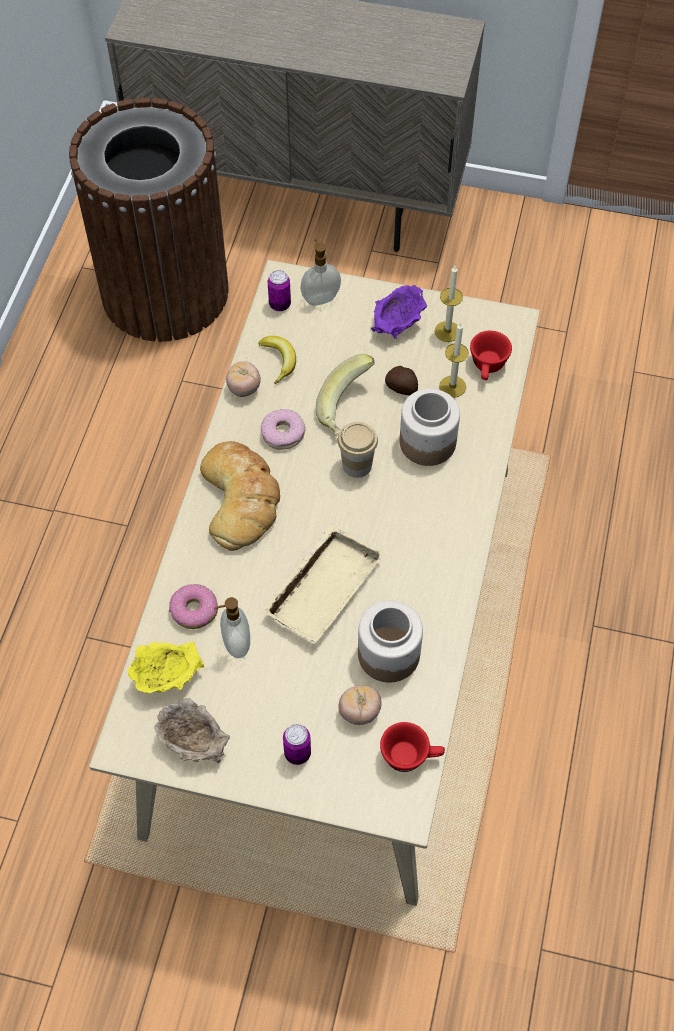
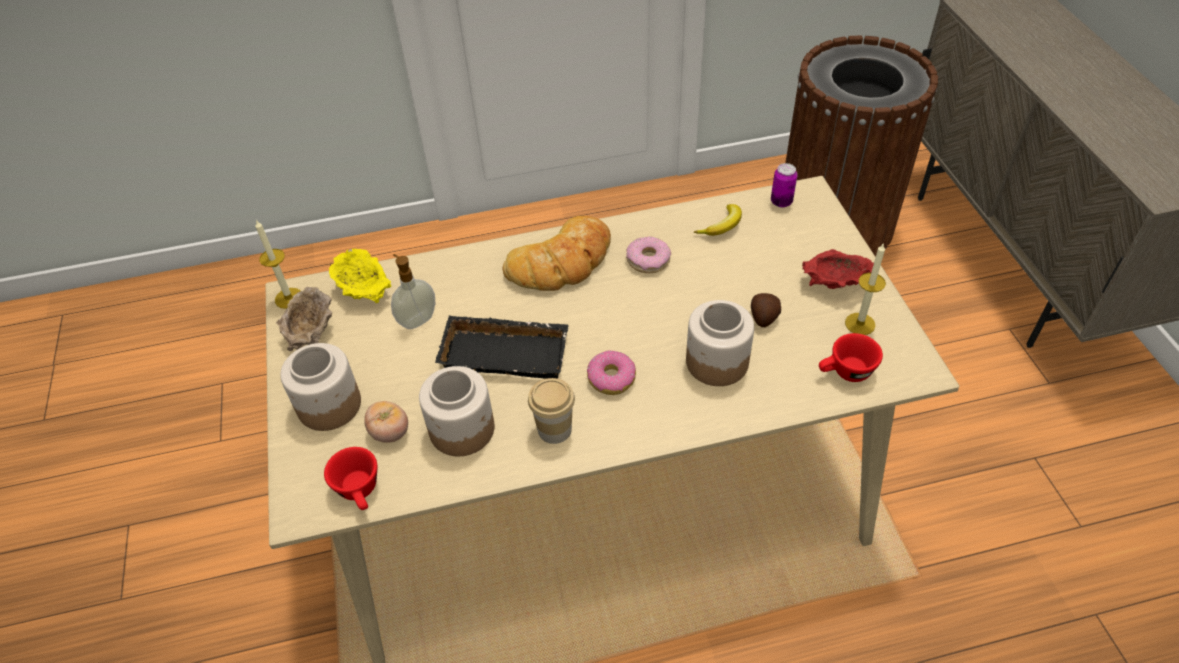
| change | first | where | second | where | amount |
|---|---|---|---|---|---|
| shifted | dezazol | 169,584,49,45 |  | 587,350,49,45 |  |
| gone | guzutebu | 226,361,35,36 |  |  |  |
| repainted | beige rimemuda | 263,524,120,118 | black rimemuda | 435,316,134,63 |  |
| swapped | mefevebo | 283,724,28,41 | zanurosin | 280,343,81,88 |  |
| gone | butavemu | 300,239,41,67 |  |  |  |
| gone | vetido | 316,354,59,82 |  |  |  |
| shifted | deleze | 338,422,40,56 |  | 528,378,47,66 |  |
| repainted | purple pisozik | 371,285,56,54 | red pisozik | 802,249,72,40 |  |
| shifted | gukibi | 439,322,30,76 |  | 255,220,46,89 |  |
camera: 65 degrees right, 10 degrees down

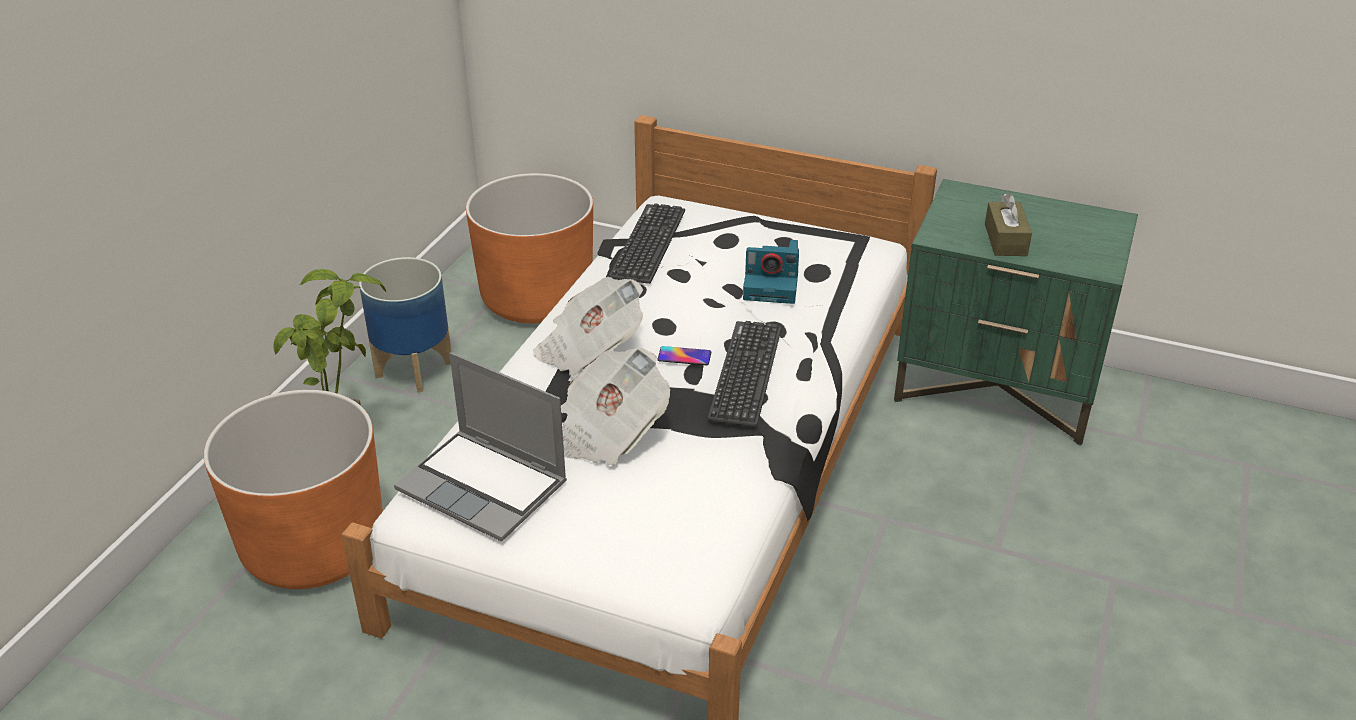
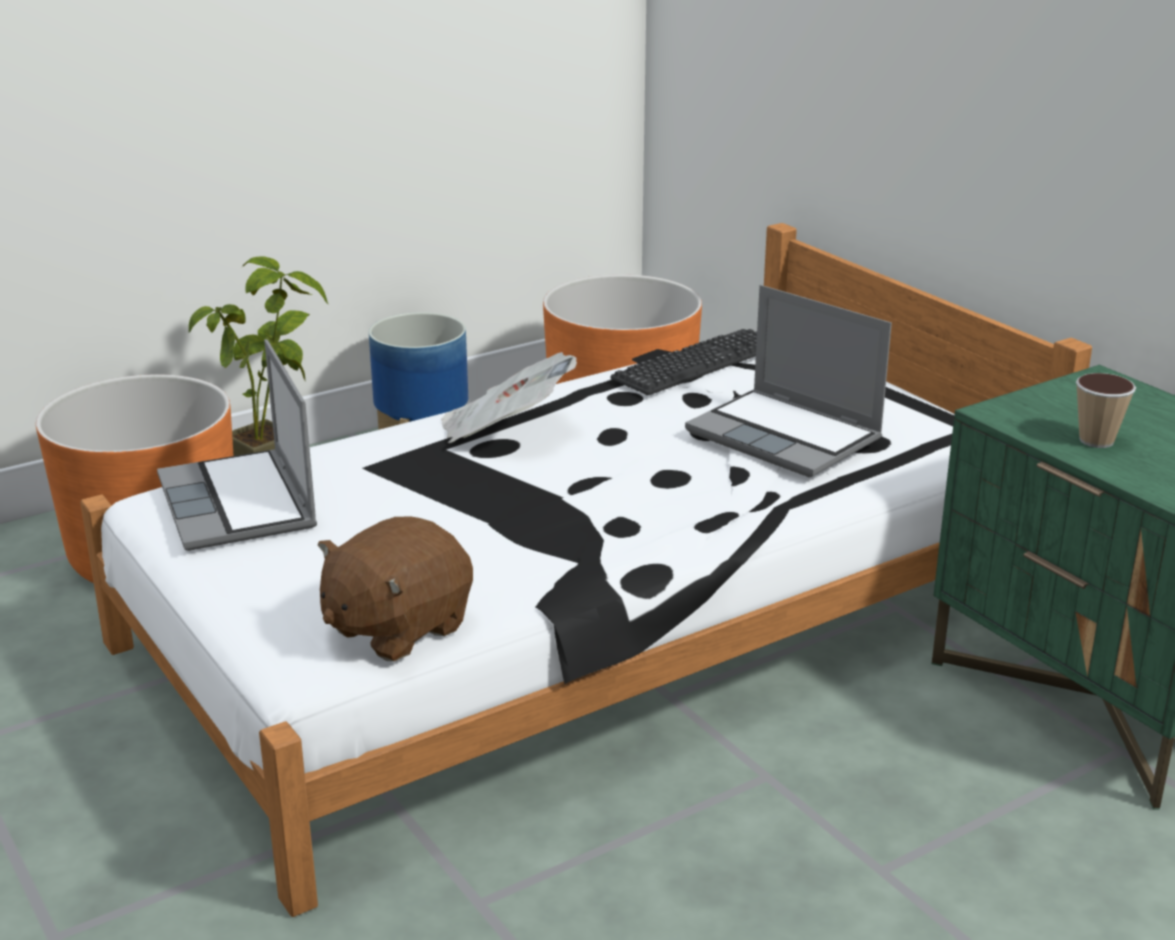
| change | first | where | second | where | amount |
|---|---|---|---|---|---|
| gone | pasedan | 561,348,109,117 |  |  |  |
| gone | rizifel | 657,346,54,20 |  |  |  |
| gone | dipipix | 707,321,74,106 |  |  |  |
| swapped | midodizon | 743,240,56,64 | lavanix | 685,285,207,193 |  |
| swapped | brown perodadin | 985,193,47,63 | deleze | 1076,373,60,75 |  |
| new |  |  | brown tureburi | 318,517,155,145 |  |
camera: 35 degrees right, 10 degrees down

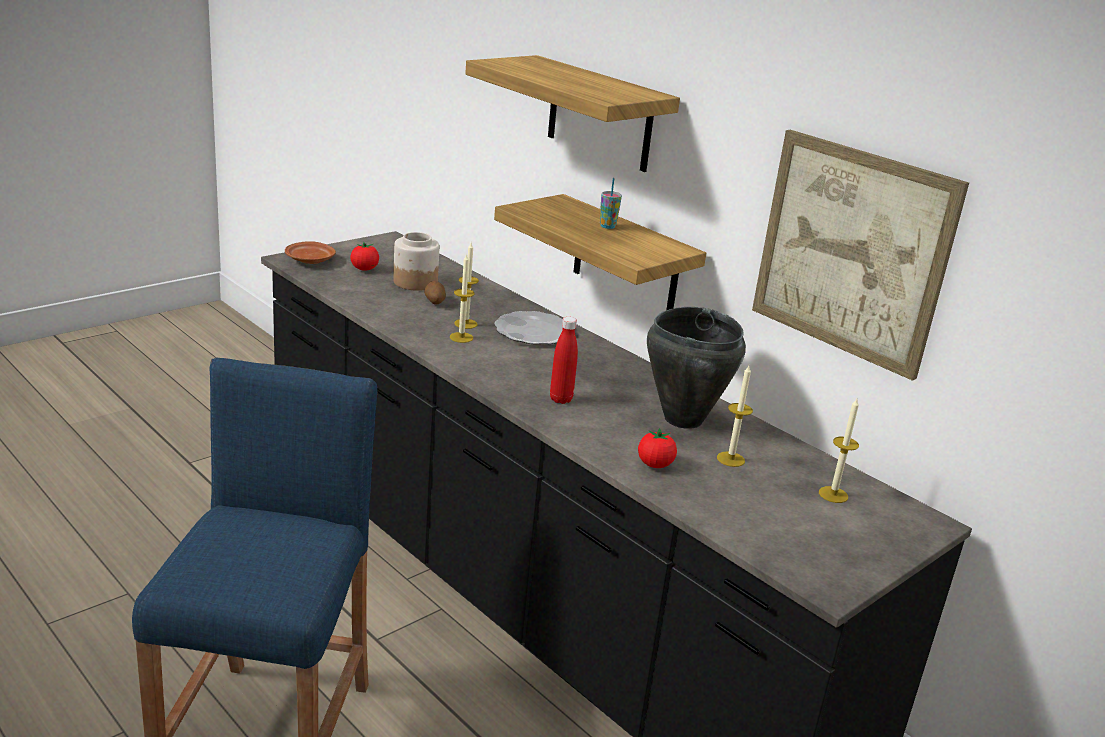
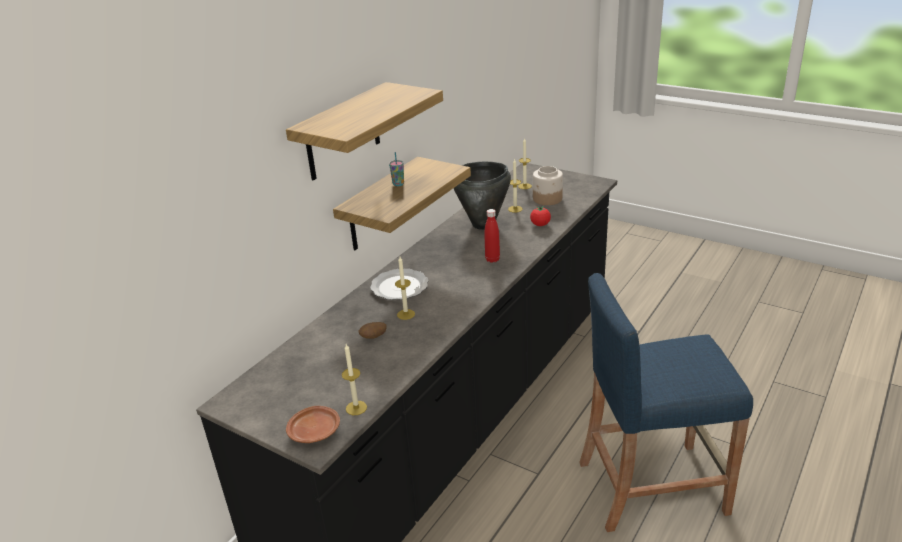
| change | first | where | second | where | amount |
|---|---|---|---|---|---|
| gone | guzutebu | 350,242,29,29 |  |  |  |
| shifted | zanurosin | 393,232,47,59 |  | 533,166,30,39 |  |
| shifted | gukibi | 450,254,25,89 |  | 342,344,25,71 |  |
| gone | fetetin | 752,130,217,251 |  |  |  |
camera: 100 degrees left, 5 degrees up

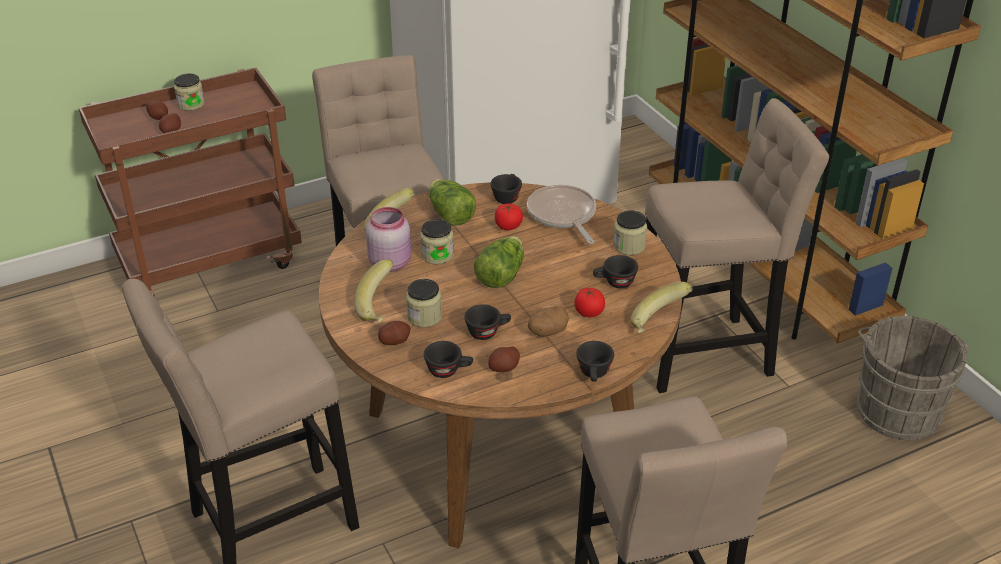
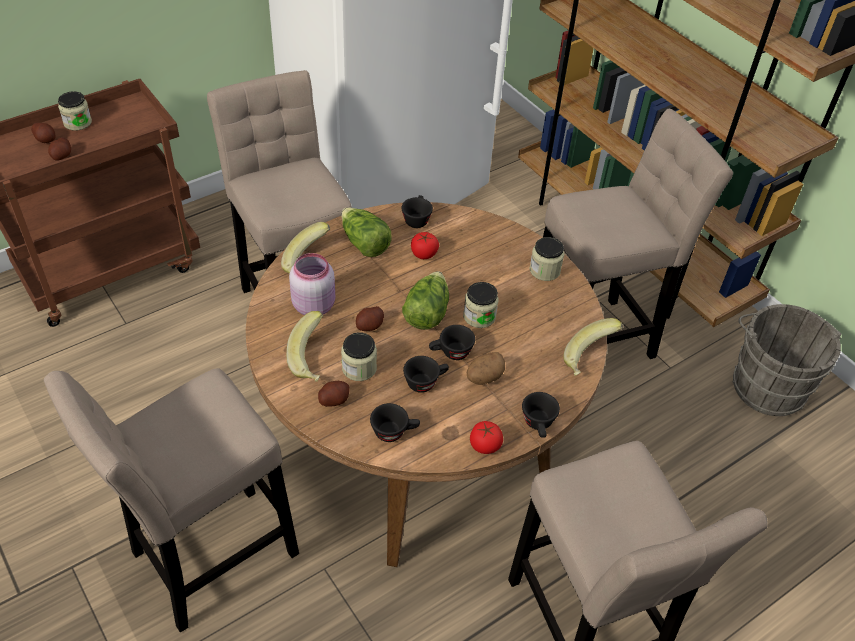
| change | first | where | second | where | amount |
|---|---|---|---|---|---|
| shifted | zanurosin | 420,219,34,45 |  | 463,282,36,46 |  |
| shifted | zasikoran | 488,347,32,25 |  | 356,306,28,25 |  |
| gone | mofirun | 527,185,69,59 |  |  |  |
| shifted | guzutebu | 574,288,31,29 |  | 470,421,33,33 |  |
| shifted | black deleze | 593,255,45,33 |  | 429,325,46,35 |  |
camera: 10 degrees left, 10 degrees up

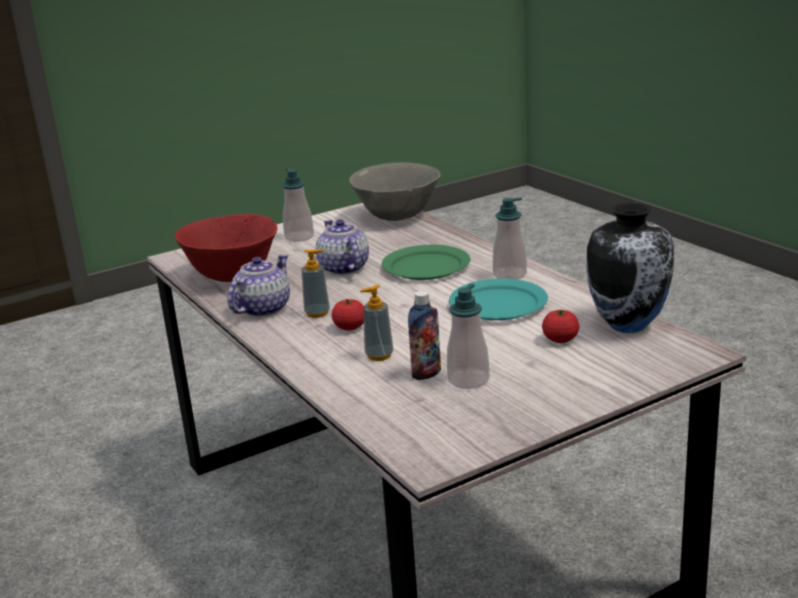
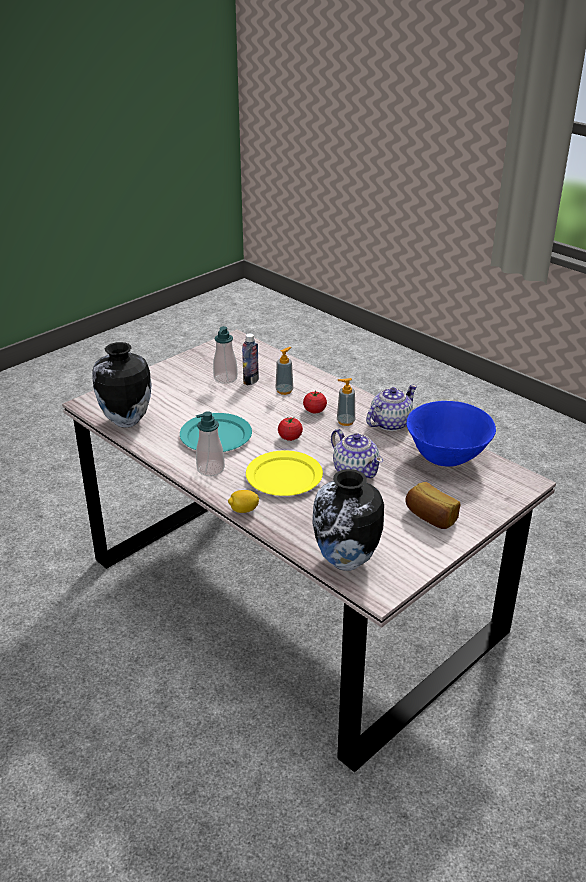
| change | first | where | second | where | amount |
|---|---|---|---|---|---|
| repainted | red pisozik | 175,213,103,69 | blue pisozik | 406,401,90,66 |  |
| rotated | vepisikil | 227,254,63,63 |  | 366,385,51,46 | 150 degrees counterclockwise |
| swapped | butavemu | 282,168,32,74 | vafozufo | 405,482,55,47 |  |
| swapped | grey pisozik | 349,162,92,59 | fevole | 312,469,72,102 |  |
| repainted | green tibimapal | 382,245,88,35 | yellow tibimapal | 246,450,77,46 |  |
| shifted | guzutebu | 542,310,37,33 |  | 278,417,25,24 |  |
| new |  |  | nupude | 228,490,31,23 |  |
camera: 165 degrees right, 10 degrees up

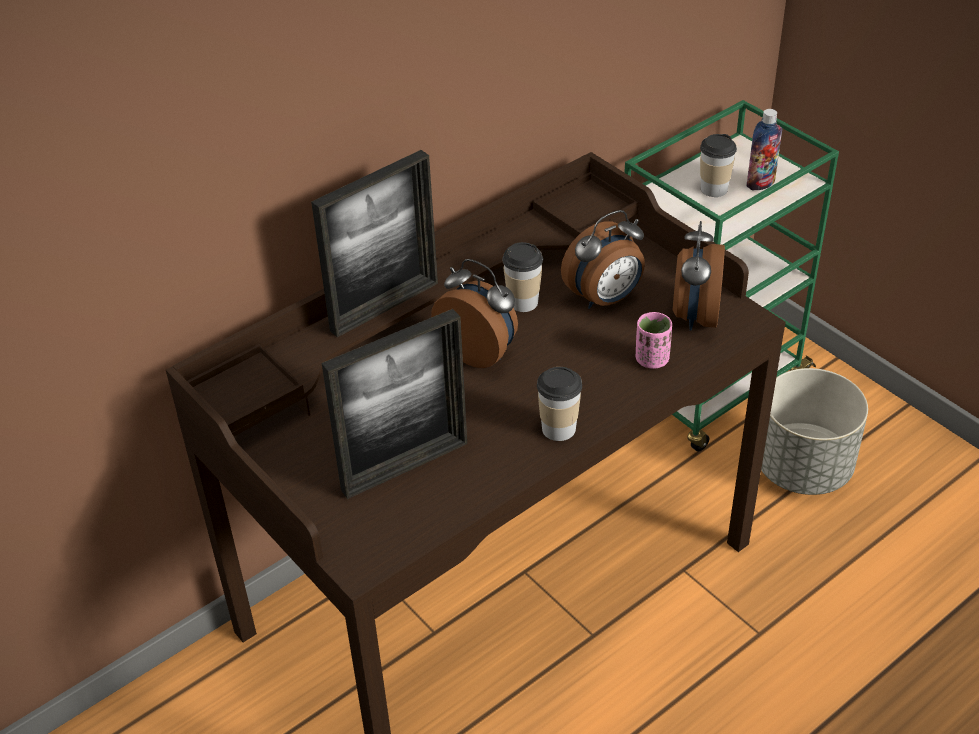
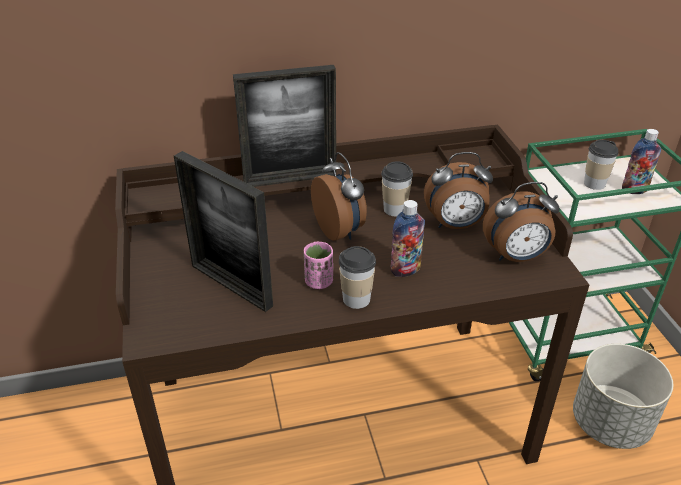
| change | first | where | second | where | amount |
|---|---|---|---|---|---|
| rotated | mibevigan | 322,309,145,190 |  | 174,151,99,161 | 45 degrees clockwise |
| shifted | pink deleze | 636,312,36,57 |  | 304,242,29,47 |  |
| rotated | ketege | 673,221,52,110 |  | 483,182,77,80 | 135 degrees counterclockwise |
| new |  |  | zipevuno | 390,200,35,77 |  |
camera: 25 degrees right, 5 degrees down

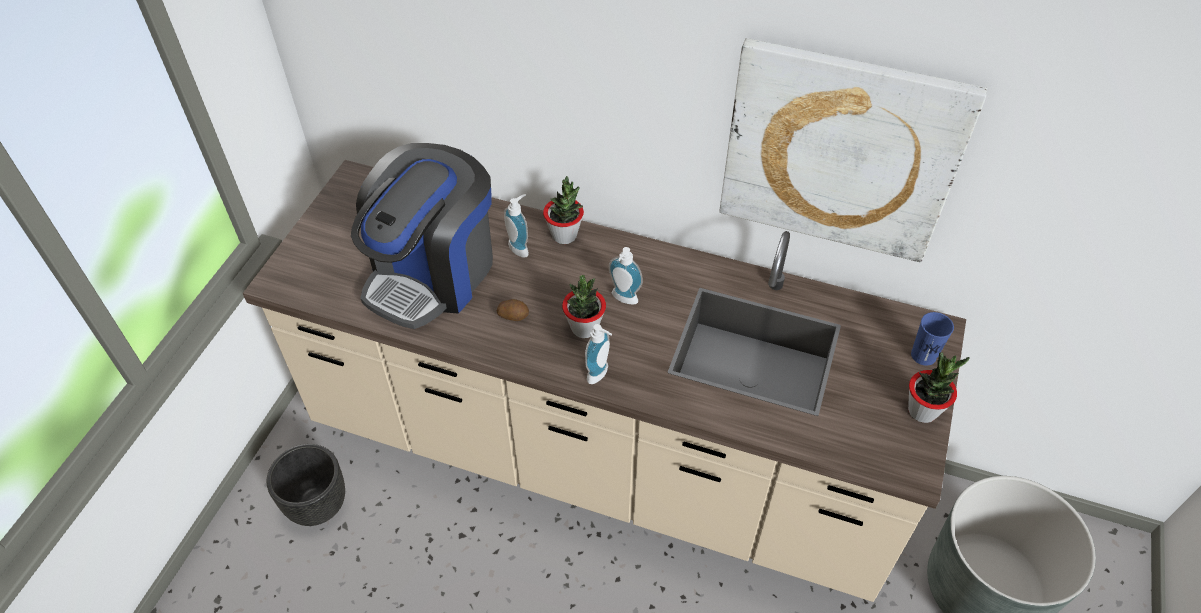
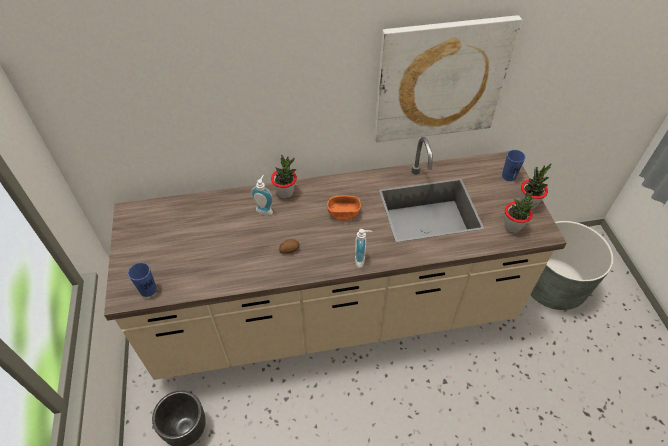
| change | first | where | second | where | amount |
|---|---|---|---|---|---|
| gone | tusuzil | 351,143,142,186 |  |  |  |
| shifted | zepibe | 562,275,44,63 |  | 504,192,32,41 |  |
| swapped | butavemu | 609,247,34,58 | orange pisozik | 327,195,34,26 |  |
| new |  |  | blue deleze | 128,262,29,35 |  |
camera: 30 degrees left, 0 degrees up

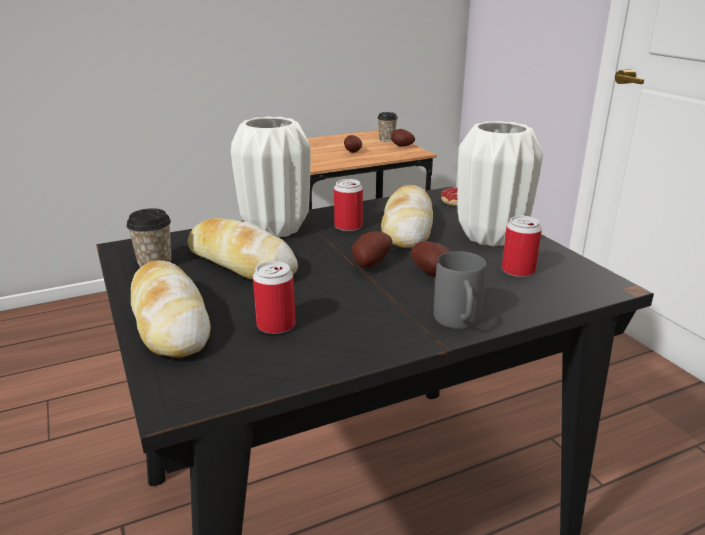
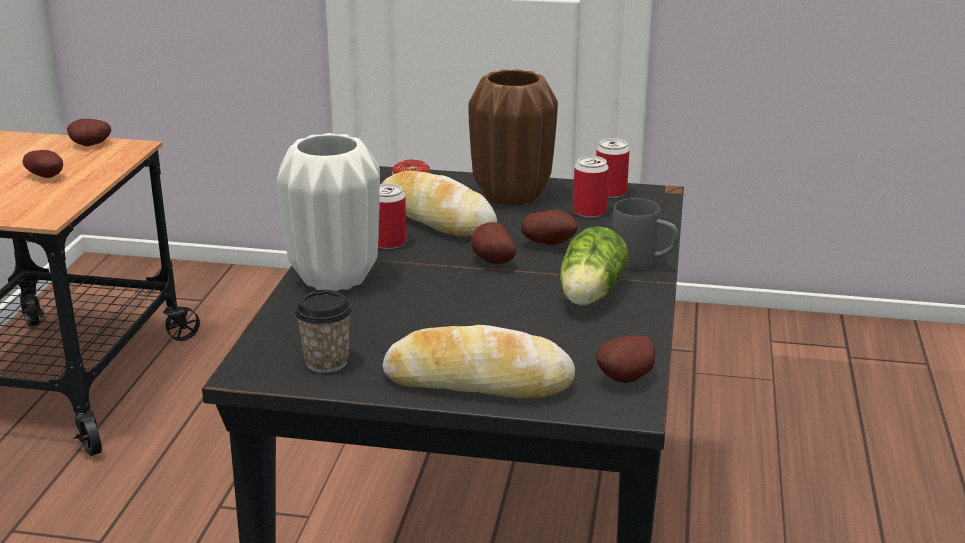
| change | first | where | second | where | amount |
|---|---|---|---|---|---|
| gone | vafozufo | 188,218,110,62 |  |  |  |
| shifted | mefevebo | 253,261,43,73 |  | 596,138,34,60 |  |
| gone | deleze | 377,112,21,30 |  |  |  |
| repainted | white fevole | 457,121,86,125 | brown fevole | 468,69,90,137 |  |
| new |  |  | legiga | 560,226,69,79 |  |
| new |  |  | zasikoran | 596,335,59,48 |  |
camera: 55 degrees left, 0 degrees up

